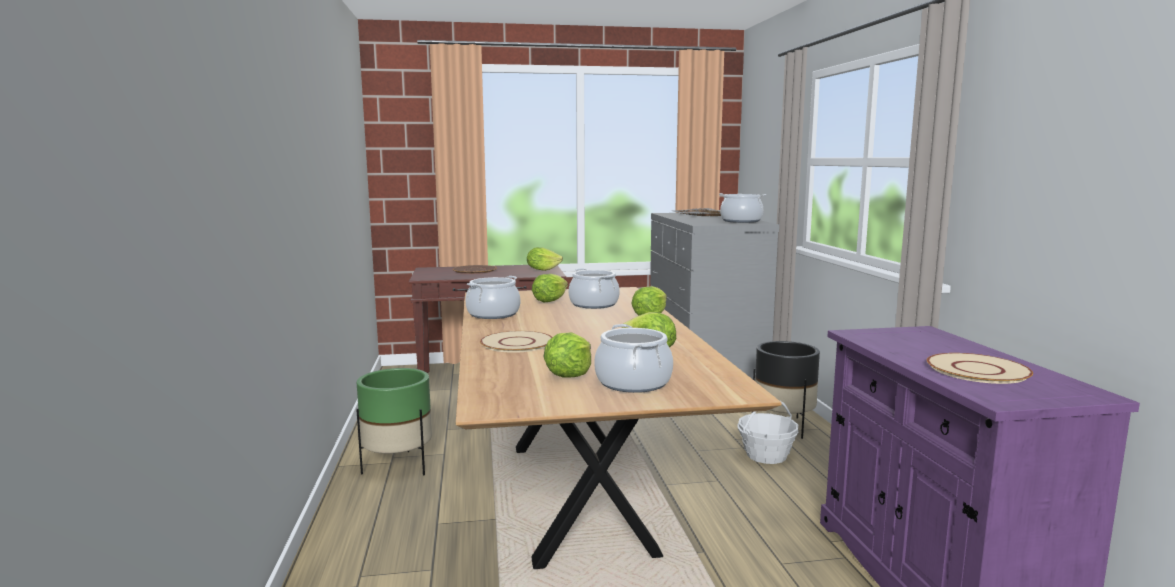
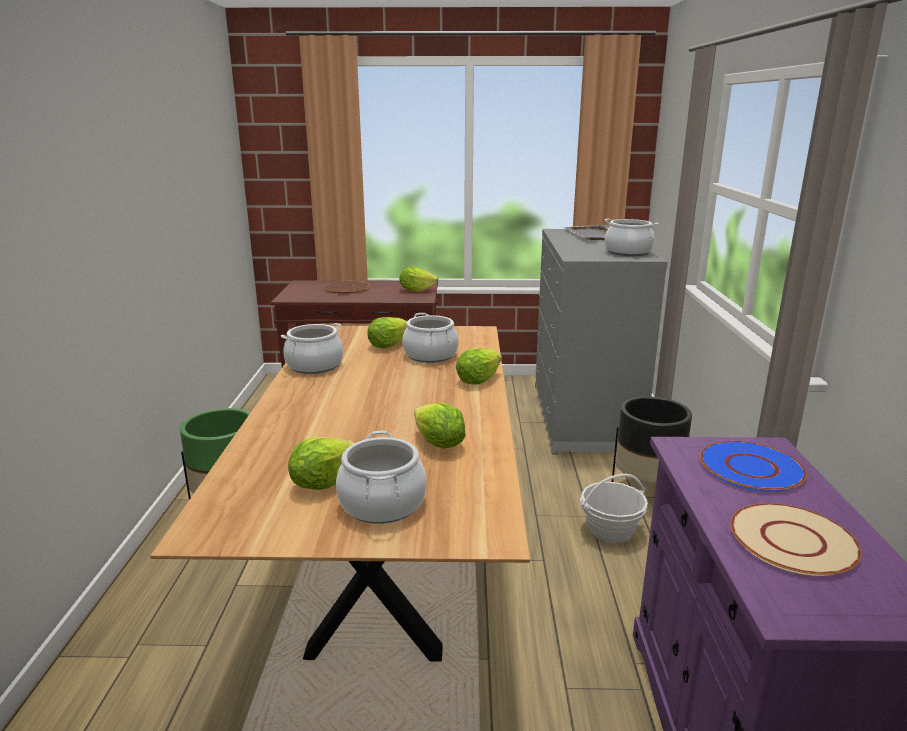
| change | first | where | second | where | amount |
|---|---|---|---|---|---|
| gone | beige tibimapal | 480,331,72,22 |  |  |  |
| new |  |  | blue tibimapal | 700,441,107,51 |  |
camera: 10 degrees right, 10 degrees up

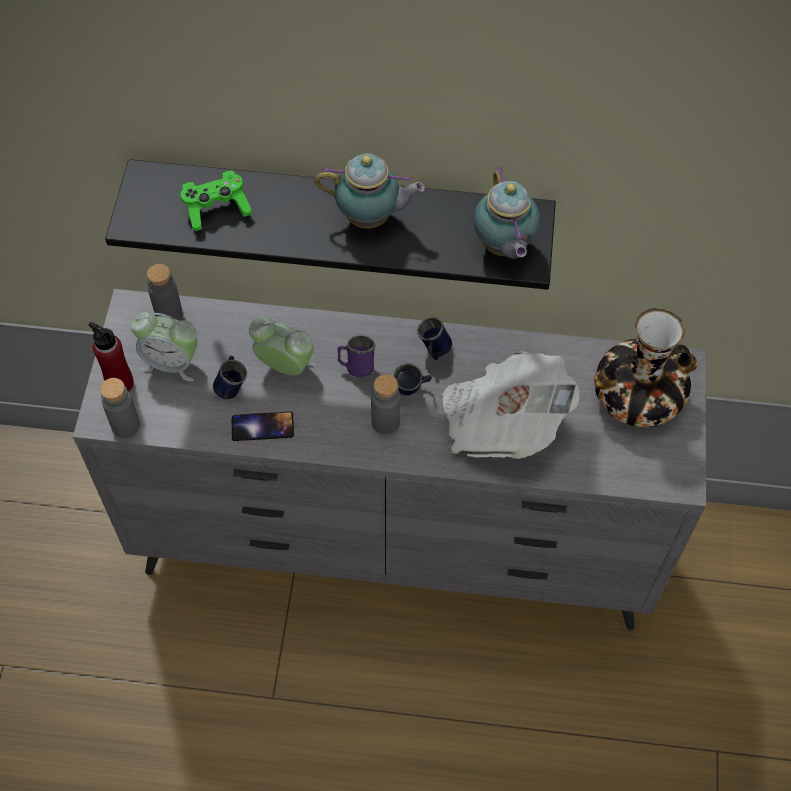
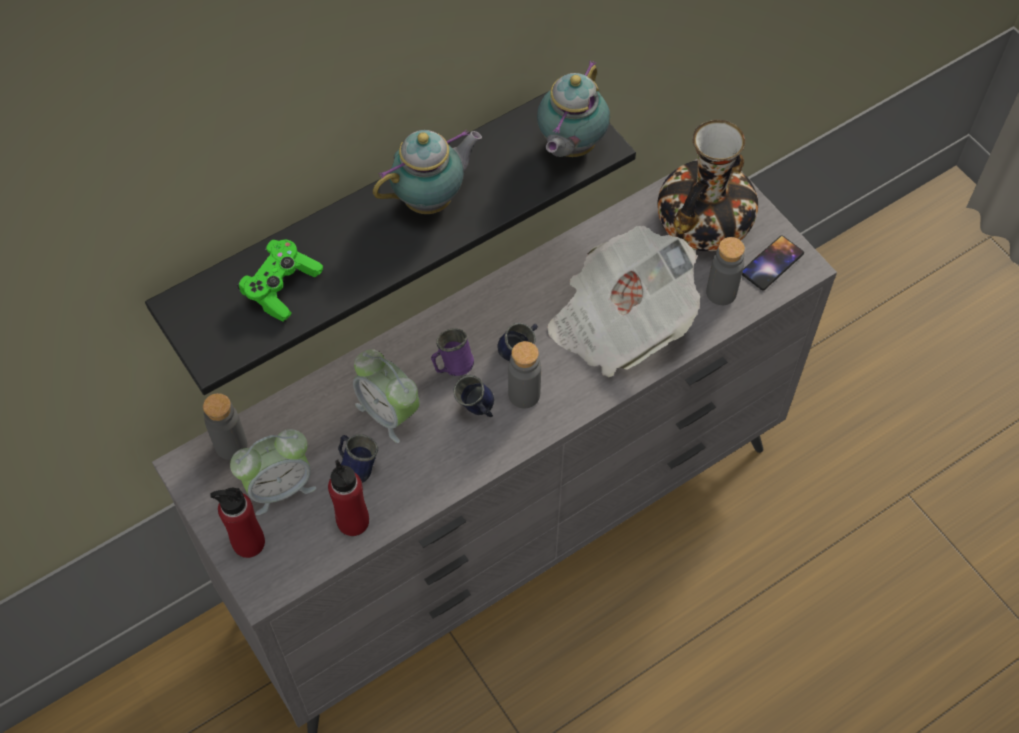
| change | first | where | second | where | amount |
|---|---|---|---|---|---|
| shifted | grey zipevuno | 100,378,40,60 |  | 706,237,39,68 |  |
| shifted | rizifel | 232,412,62,29 |  | 742,235,62,55 |  |
| rotated | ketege | 249,316,67,59 |  | 353,349,67,94 | 120 degrees counterclockwise |
| shifted | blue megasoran | 417,317,35,43 |  | 453,375,41,42 |  |
| rotated | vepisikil | 473,167,67,92 |  | 537,60,73,97 | 75 degrees clockwise |
| new |  |  | red zipevuno | 328,460,41,76 |  |
camera: 40 degrees left, 0 degrees up

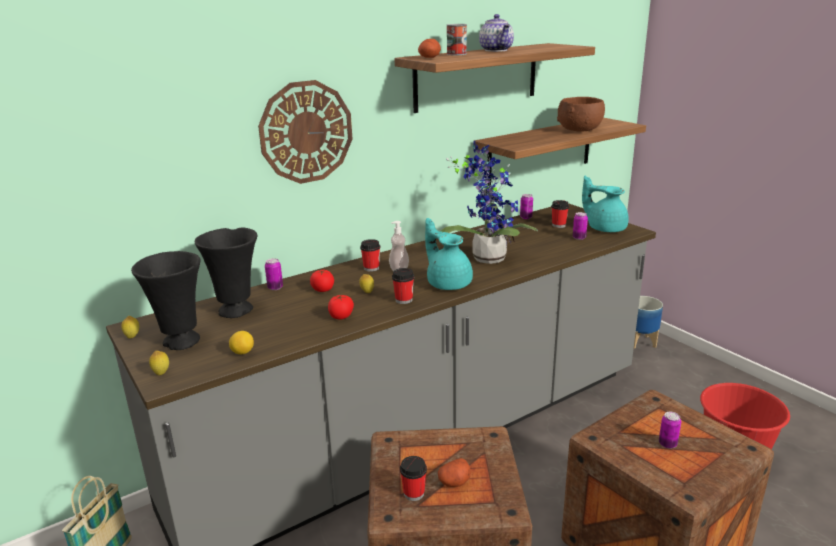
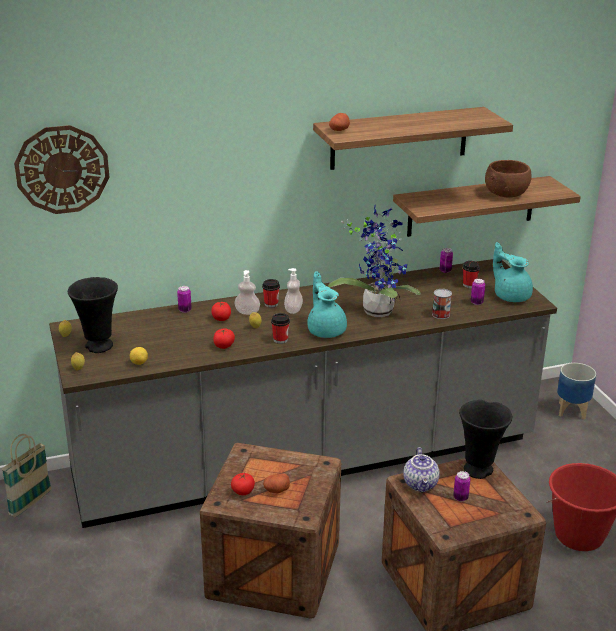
| change | first | where | second | where | amount |
|---|---|---|---|---|---|
| shifted | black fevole | 195,227,62,91 |  | 459,400,53,79 |  |
| shifted | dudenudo | 258,80,94,104 |  | 14,125,95,89 |  |
| swapped | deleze | 400,456,27,45 | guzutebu | 231,473,24,22 |  |
| shifted | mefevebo | 447,24,20,31 |  | 432,289,20,30 |  |
| shifted | vepisikil | 479,14,35,38 |  | 403,447,36,46 |  |
| new |  |  | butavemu | 234,270,26,45 |  |
camera: 15 degrees right, 5 degrees up

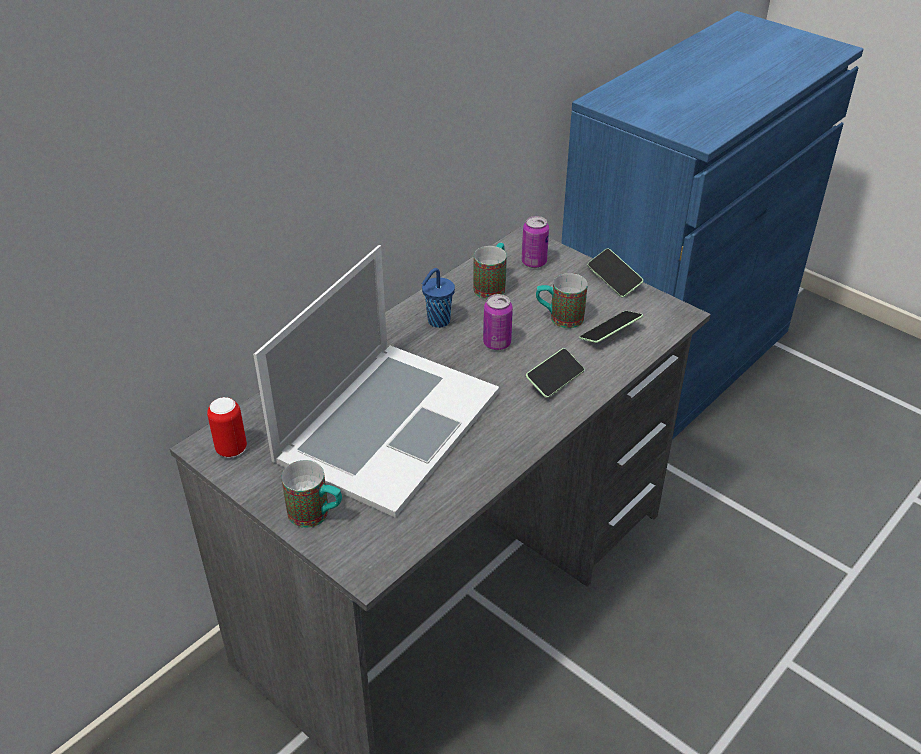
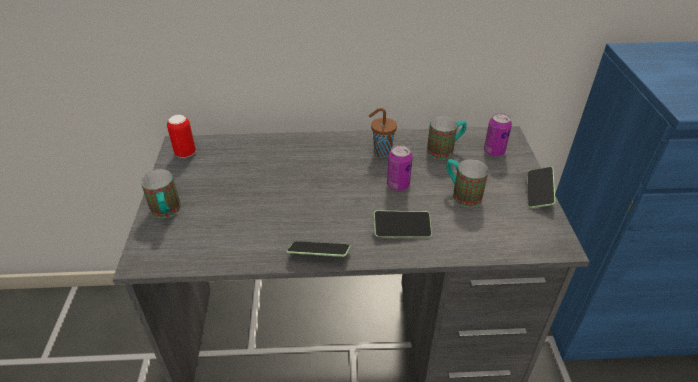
| change | first | where | second | where | amount |
|---|---|---|---|---|---|
| gone | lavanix | 253,245,246,273 |  |  |  |
| repainted | blue deleze | 422,268,33,60 | brown deleze | 369,108,28,49 |  |
| shifted | rizifel | 579,311,64,32 |  | 286,241,65,16 |  |
camera: 45 degrees right, 0 degrees up

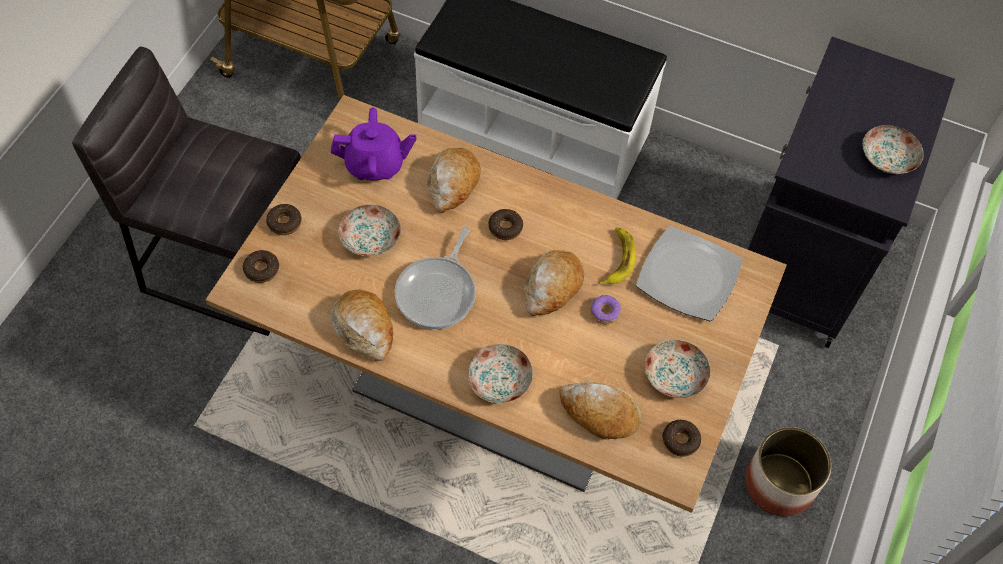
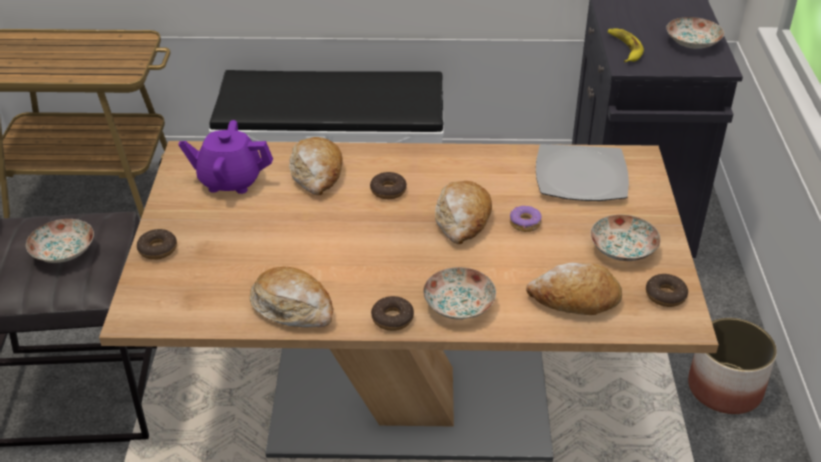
| change | first | where | second | where | amount |
|---|---|---|---|---|---|
| shifted | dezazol | 243,250,36,33 |  | 371,296,43,35 |  |
| rotated | purple vepisikil | 331,108,85,72 |  | 178,120,95,74 | 150 degrees counterclockwise |
| shifted | tibimapal | 339,205,62,51 |  | 26,219,68,44 |  |
| gone | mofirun | 395,226,81,103 |  |  |  |
| shifted | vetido | 599,227,37,57 |  | 608,29,36,34 |  |
camera: 20 degrees left, 20 degrees down

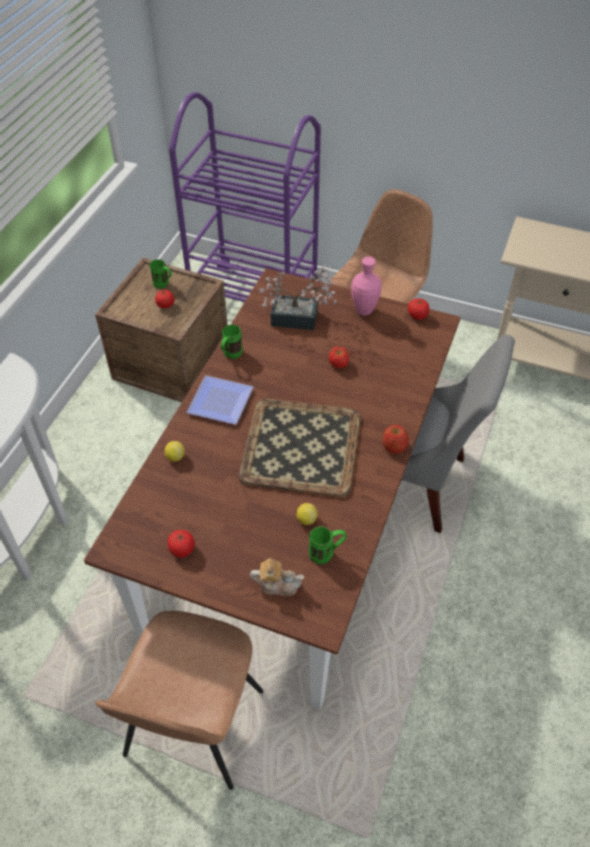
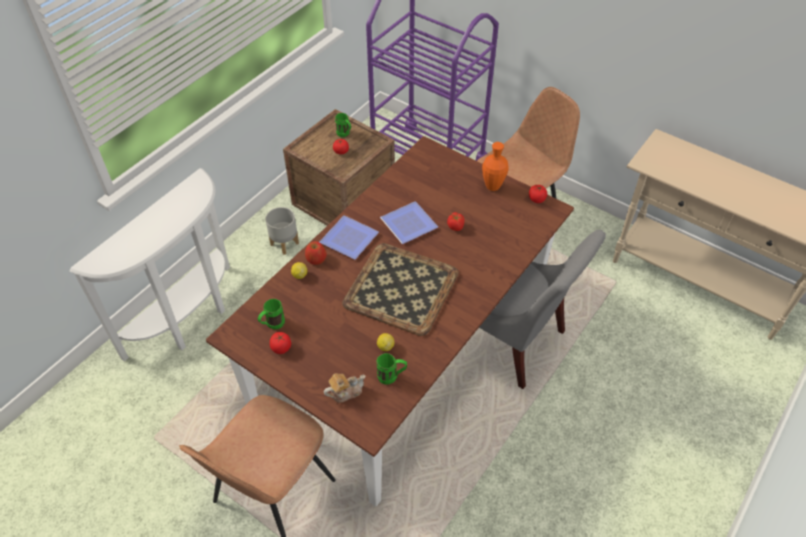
| change | first | where | second | where | amount |
|---|---|---|---|---|---|
| shifted | green megasoran | 221,325,22,34 |  | 258,299,27,30 |  |
| rotated | vepisikil | 250,558,54,38 |  | 324,373,41,30 | 45 degrees counterclockwise |
| gone | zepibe | 259,265,78,65 |  |  |  |
| repainted | pink fevole | 351,257,31,59 | orange fevole | 482,142,27,49 |  |
| shifted | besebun | 383,425,26,29 |  | 305,241,22,24 |  |
| new |  |  | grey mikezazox | 265,207,34,48 |  |
| new |  |  | tibimapal | 380,201,58,43 |  |
camera: 15 degrees right, 0 degrees up

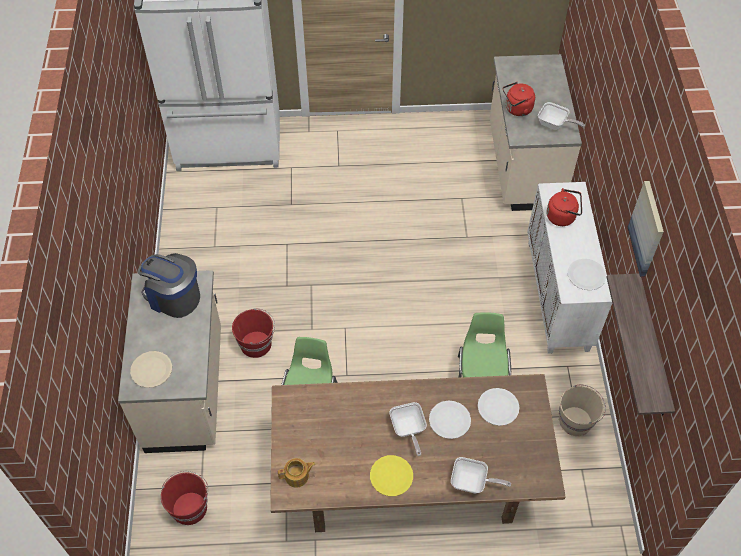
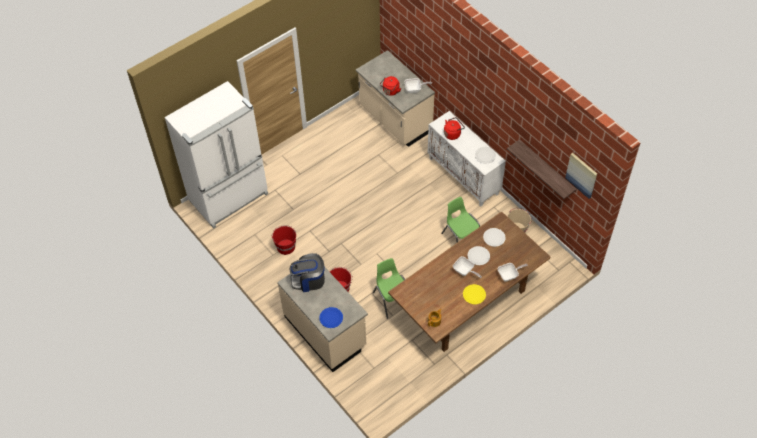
| change | first | where | second | where | amount |
|---|---|---|---|---|---|
| repainted | beige tibimapal | 130,351,42,37 | blue tibimapal | 319,307,24,21 |  |
| shifted | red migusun | 161,471,47,54 |  | 272,225,24,30 |  |
| shifted | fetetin | 628,181,36,96 |  | 565,153,32,46 |  |
camera: 35 degrees left, 0 degrees up

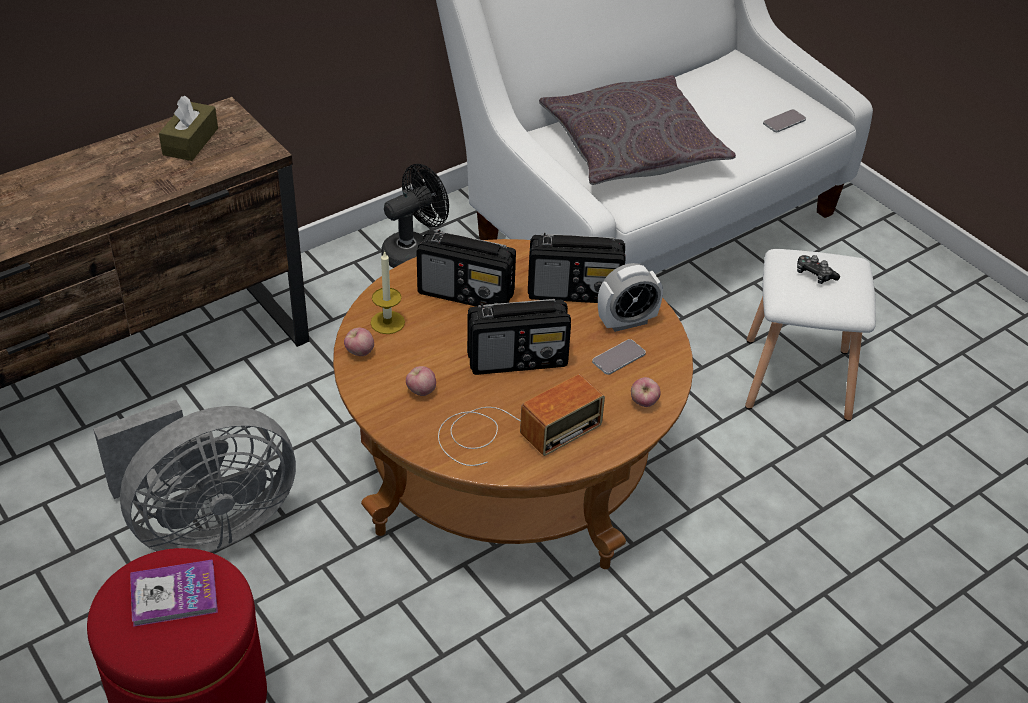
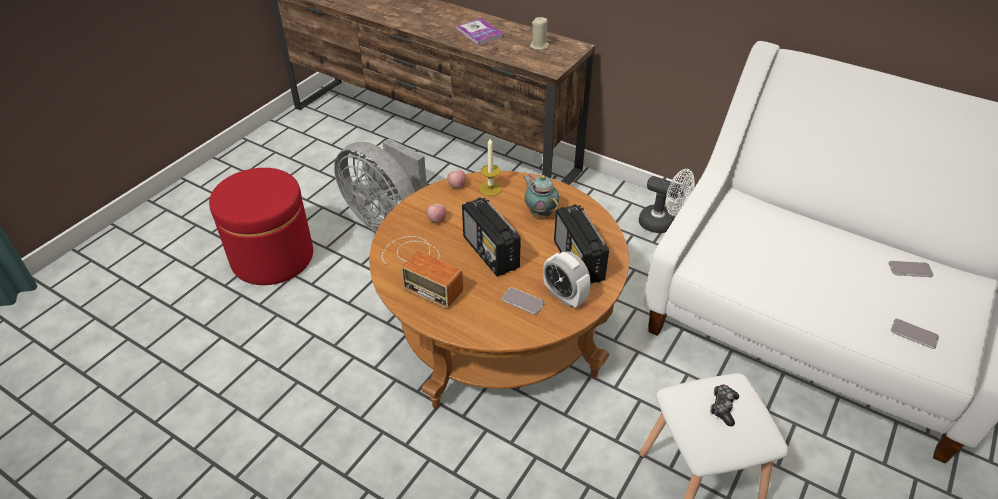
| change | first | where | second | where | amount |
|---|---|---|---|---|---|
| shifted | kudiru | 130,559,88,68 |  | 457,18,47,28 |  |
| swapped | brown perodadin | 159,96,59,65 | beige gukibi | 530,17,19,33 |  |
| repainted | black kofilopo | 381,164,68,104 | white kofilopo | 639,169,56,64 |  |
| swapped | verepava | 417,230,99,77 | vepisikil | 524,174,35,43 |  |
| gone | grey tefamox | 539,75,197,110 |  |  |  |
| gone | besebun | 631,377,30,30 |  |  |  |
| new |  |  | rizifel | 888,261,46,16 |  |
camera: 70 degrees right, 0 degrees up

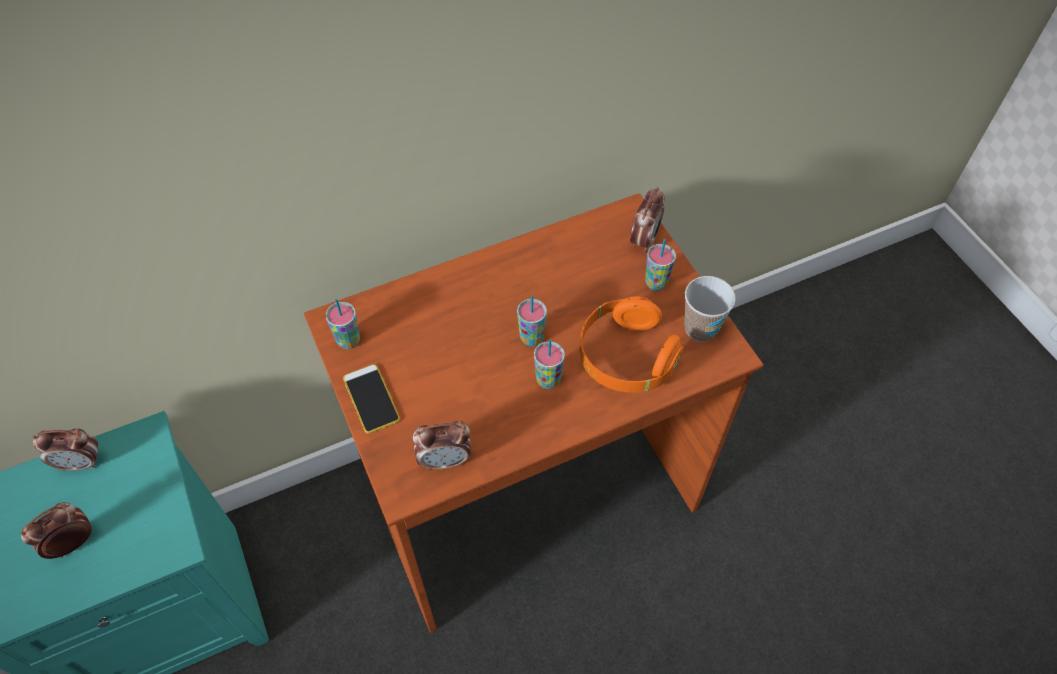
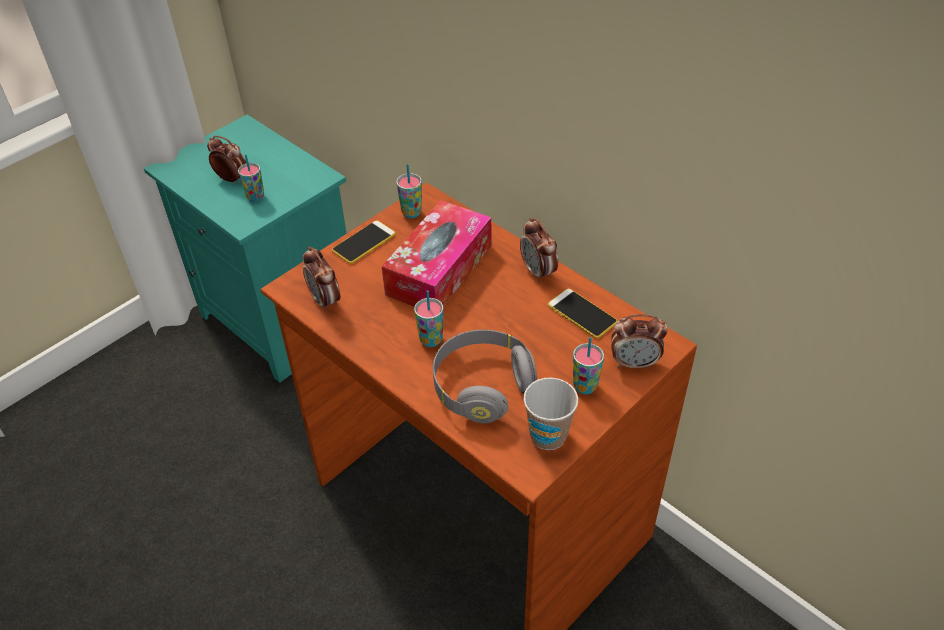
| change | first | where | second | where | amount |
|---|---|---|---|---|---|
| shifted | ketege | 33,428,65,43 |  | 520,218,38,65 |  |
| shifted | deleze | 517,295,30,51 |  | 238,154,26,48 |  |
| repainted | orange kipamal | 579,296,105,97 | grey kipamal | 433,330,104,93 |  |
| new |  |  | perodadin | 381,200,111,107 |  |
| new |  |  | rizifel | 548,289,69,50 |  |
camera: 70 degrees right, 10 degrees down

